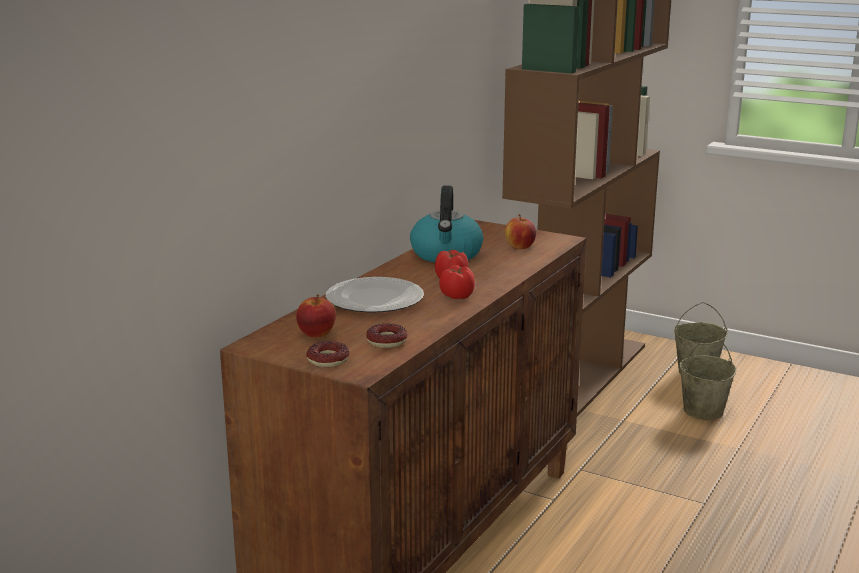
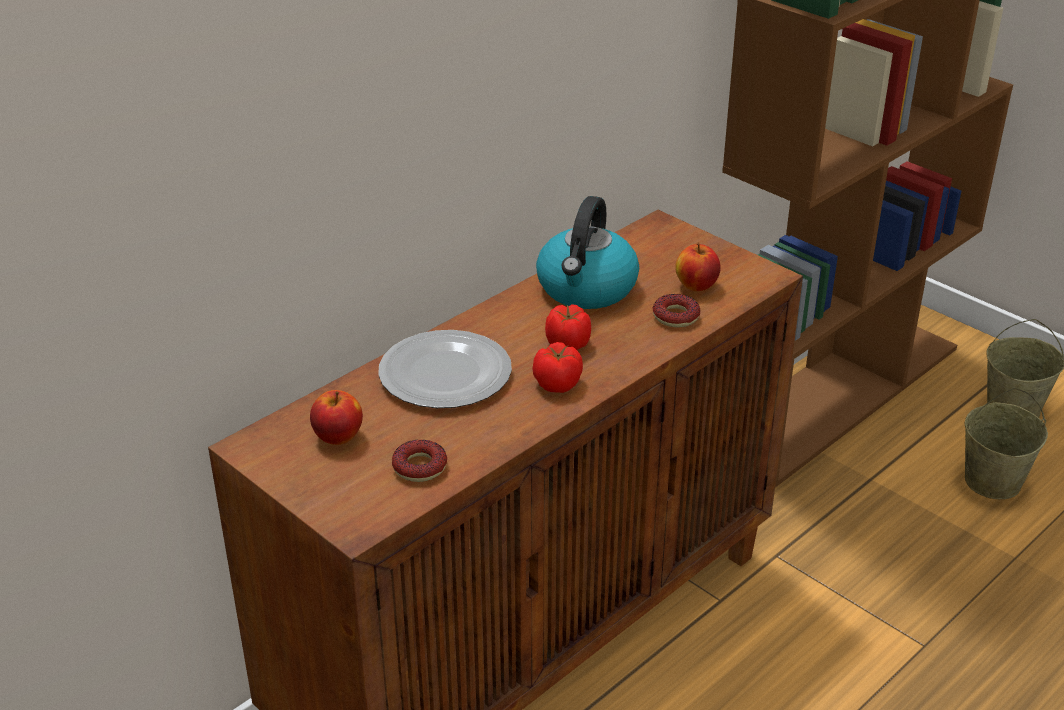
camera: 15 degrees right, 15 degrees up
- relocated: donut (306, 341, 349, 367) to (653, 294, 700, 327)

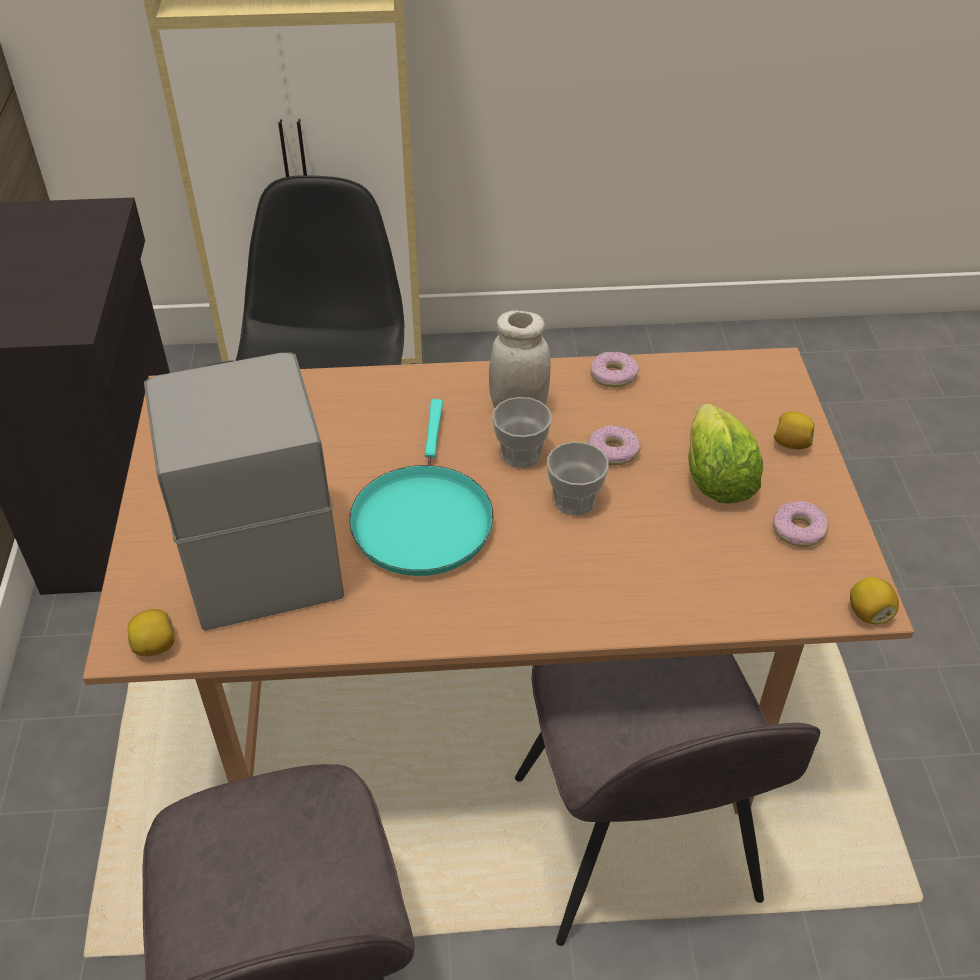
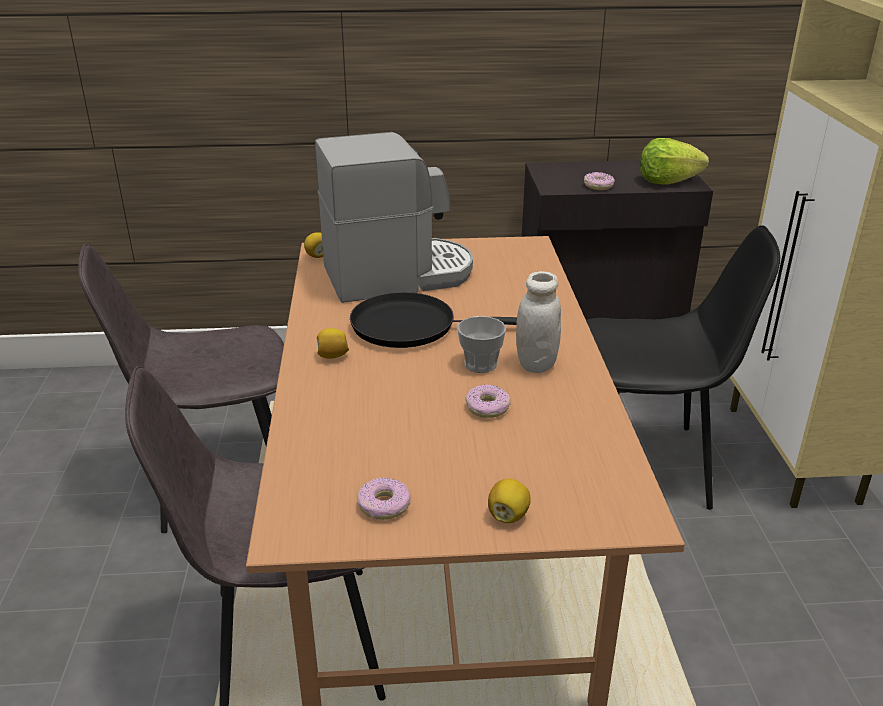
camera: 90 degrees right, 15 degrees down
- missing: cup (547, 442, 609, 516)
- relocated: donut (590, 352, 639, 388) to (584, 172, 615, 190)
- relocated: lettuce (688, 404, 763, 504) to (640, 138, 709, 185)
- relocated: lemon (850, 577, 899, 624) to (317, 328, 349, 359)
- colour: turquoise frying pan (349, 399, 494, 576) to black frying pan (350, 292, 517, 348)

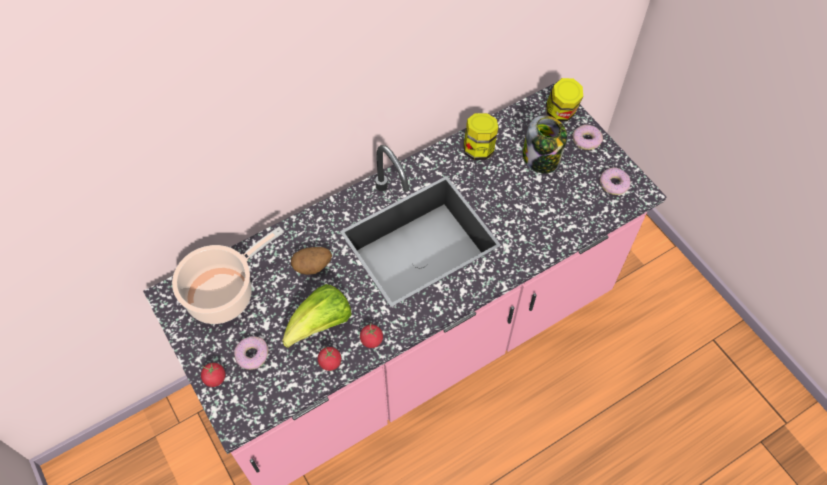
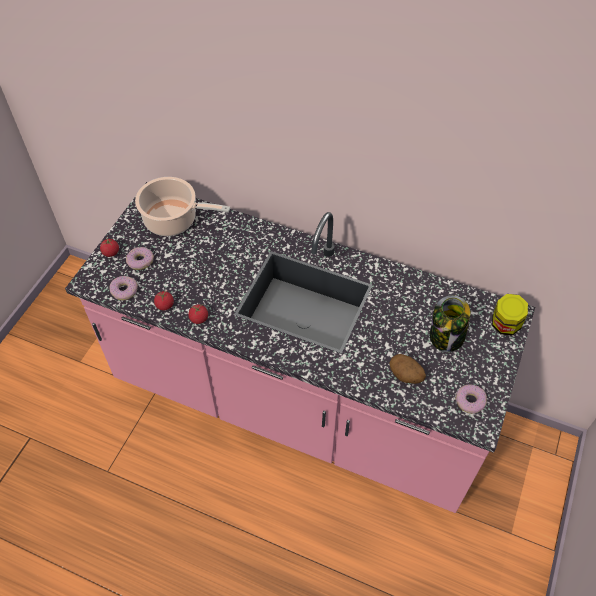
camera: 55 degrees right, 5 degrees down
- missing: lettuce (282, 284, 352, 348)
- missing: jar (464, 113, 498, 160)
- relocated: potato (291, 247, 332, 275) to (389, 354, 426, 384)
- relocated: donut (573, 125, 603, 150) to (110, 276, 138, 300)

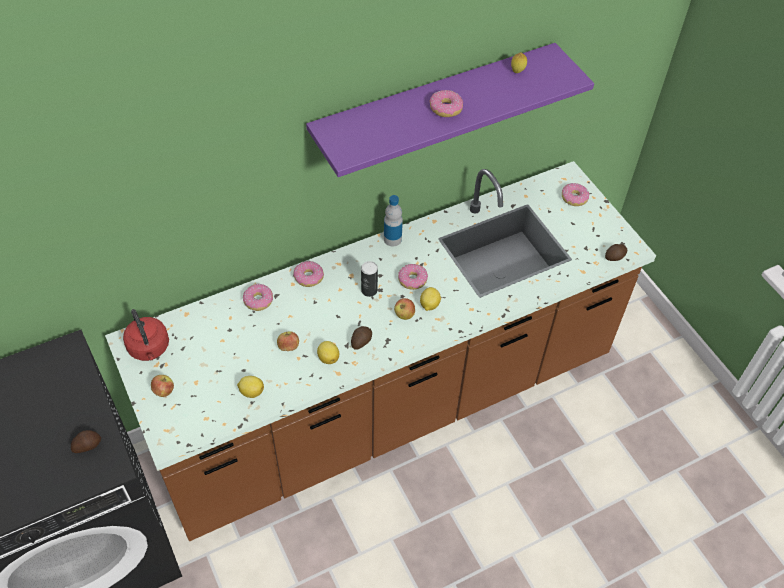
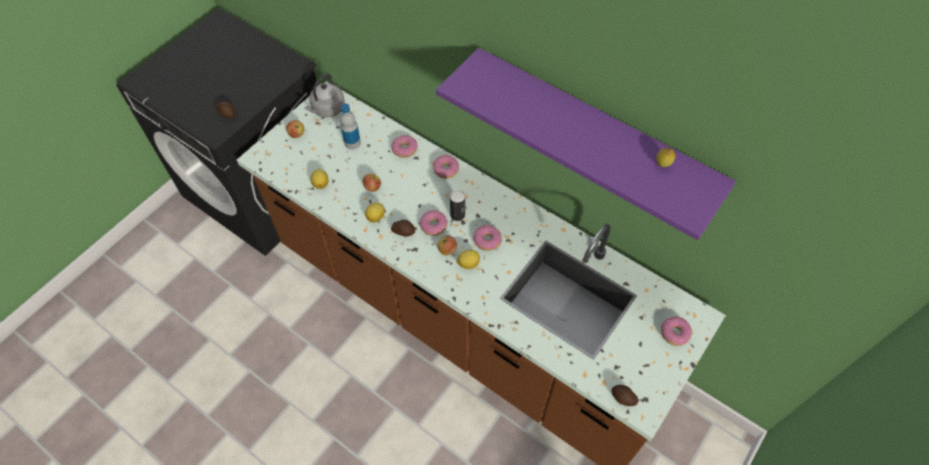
camera: 65 degrees right, 5 degrees up
- relocated: bottle (384, 195, 403, 247) to (340, 103, 361, 149)
- relocated: donut (429, 90, 463, 117) to (420, 210, 448, 236)
- colour: red kettle (123, 309, 169, 361) to grey kettle (304, 73, 345, 117)

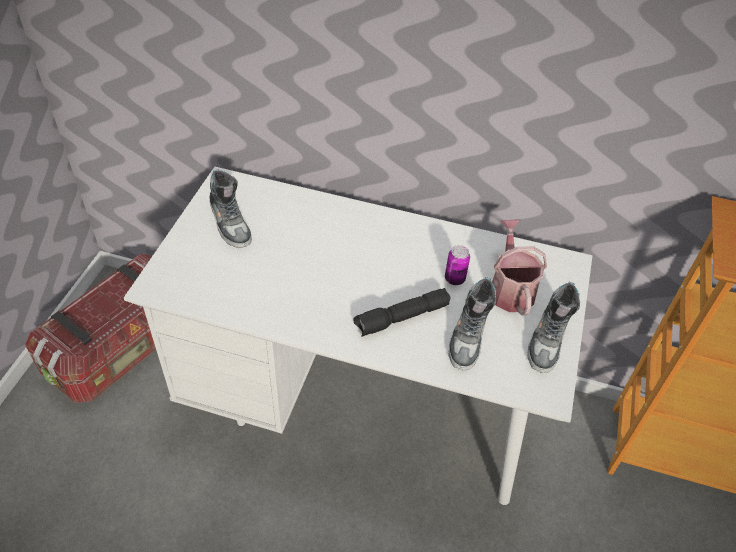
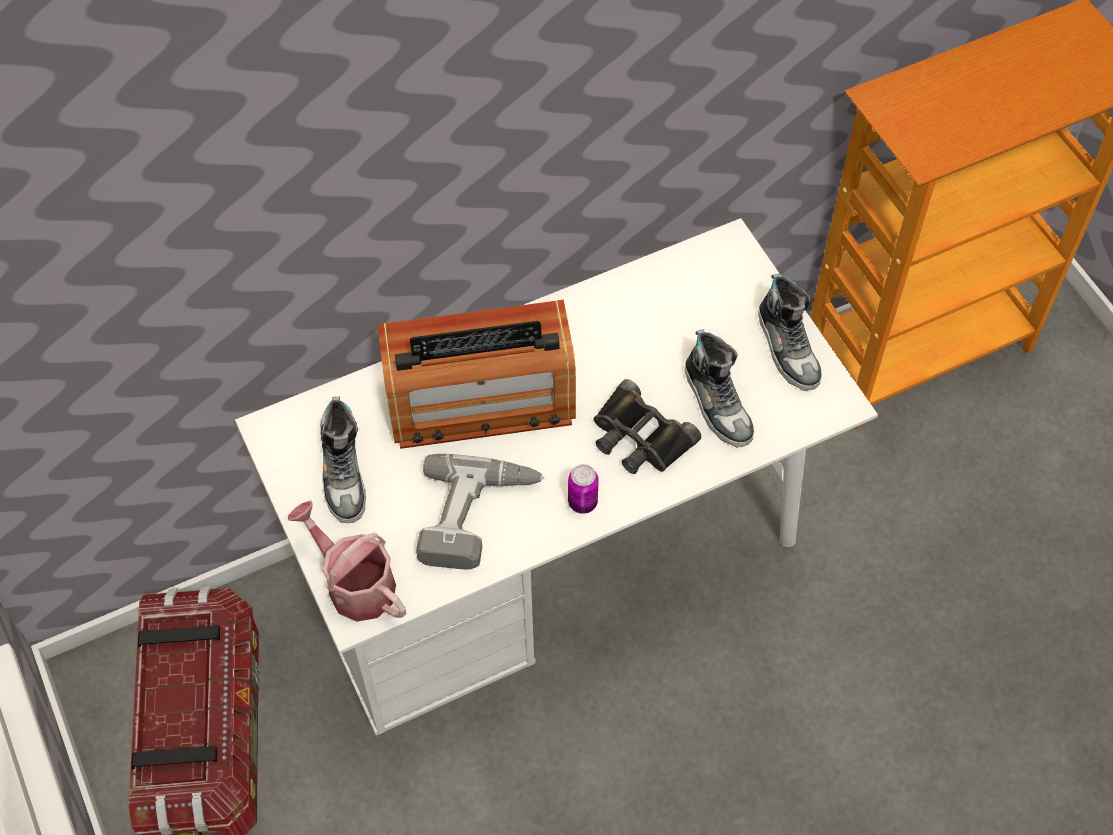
camera: 40 degrees left, 10 degrees up
- appeared: radio (377, 300, 576, 449)
- appeared: power drill (416, 454, 544, 570)
- relocated: can (445, 245, 470, 285) to (568, 464, 599, 514)
- relocated: watering can (492, 219, 547, 316) to (288, 501, 406, 622)
- exchanged: black flashlight (354, 288, 451, 337) to black binoculars (593, 379, 701, 474)
- spun: shoe (209, 170, 252, 248) = (320, 397, 366, 523) 60 degrees clockwise

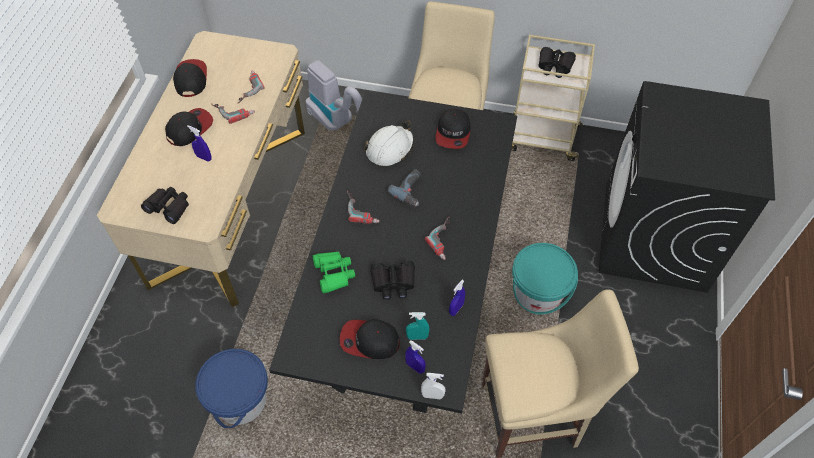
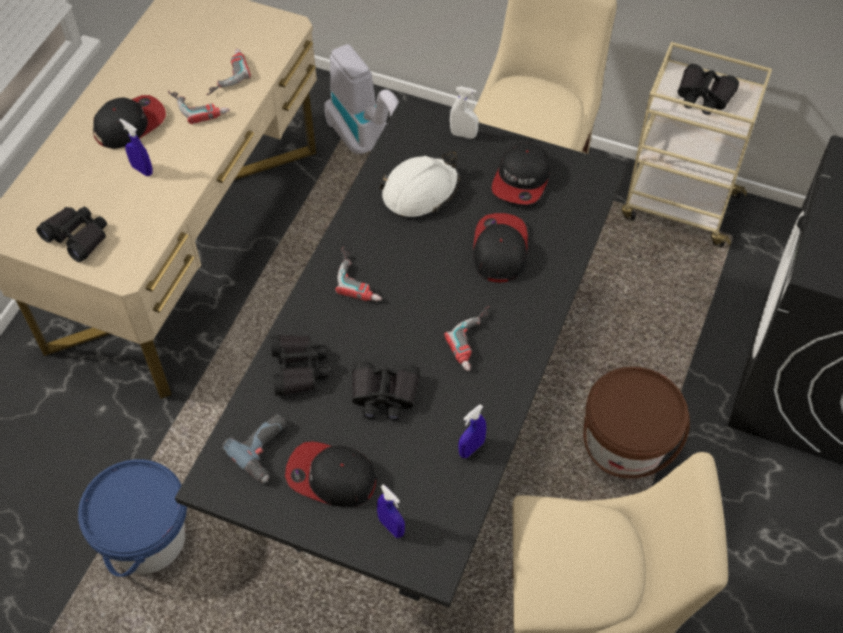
camera: 10 degrees right, 0 degrees up
- missing: turquoise spray bottle (406, 312, 429, 340)
- relocated: cap (173, 59, 207, 97) to (473, 213, 528, 282)
- relocated: power drill (387, 169, 421, 207) to (222, 414, 286, 483)
- relocated: white spray bottle (421, 373, 446, 399) to (450, 87, 479, 139)
- colour: green binoculars (313, 251, 355, 293) to black binoculars (270, 335, 328, 396)
- colour: turquoise bucket (512, 243, 578, 314) to brown bucket (583, 367, 690, 479)

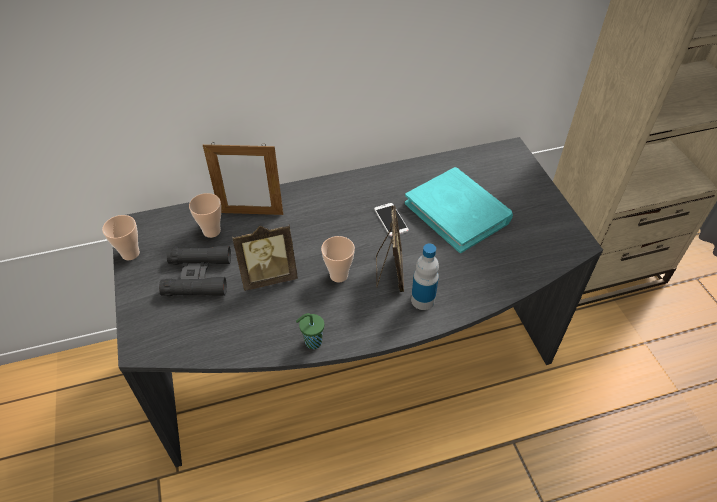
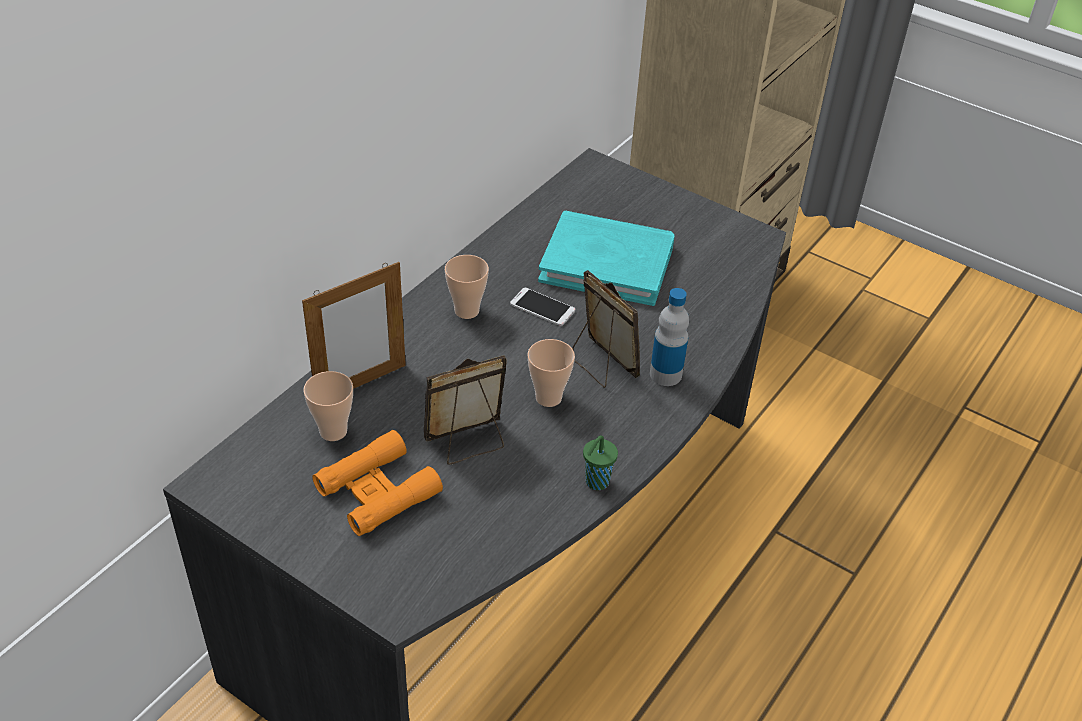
camera: 40 degrees left, 5 degrees down
- relocated: cup (102, 215, 140, 260) to (445, 255, 489, 319)
- colour: black binoculars (159, 246, 231, 296) to orange binoculars (312, 430, 443, 536)
- spun: picture frame (232, 225, 298, 291) = (424, 355, 507, 465) 150 degrees counterclockwise

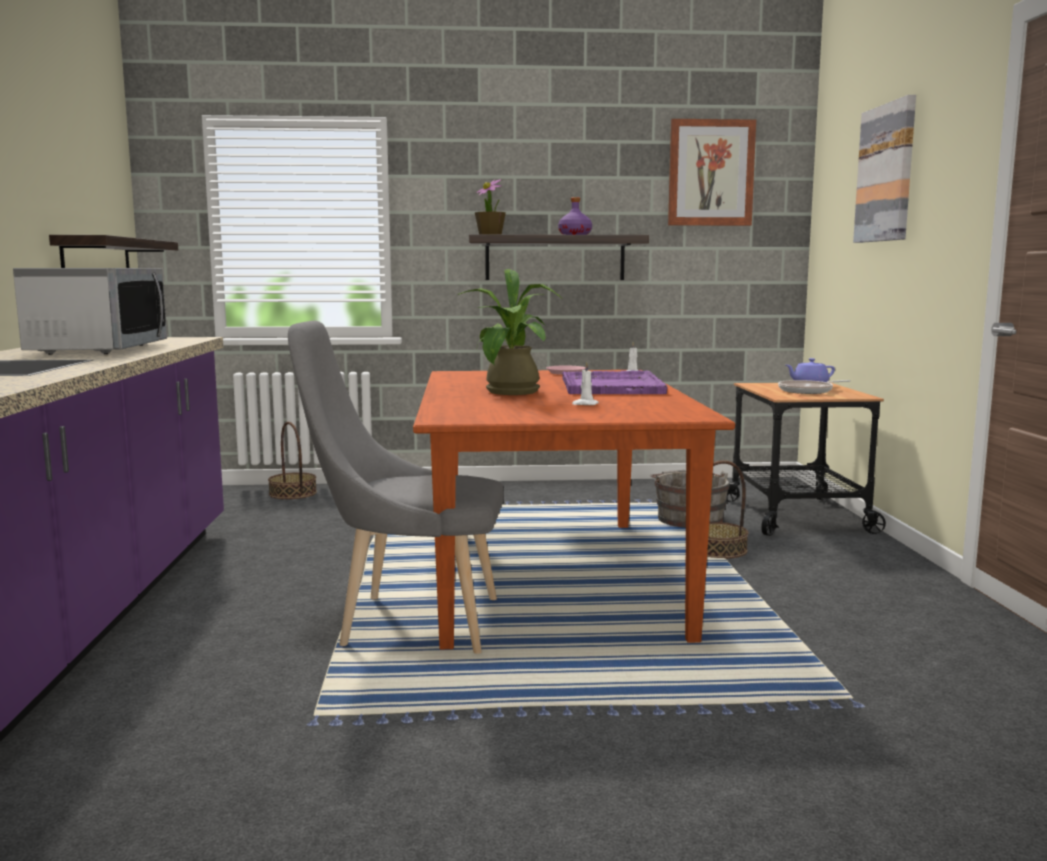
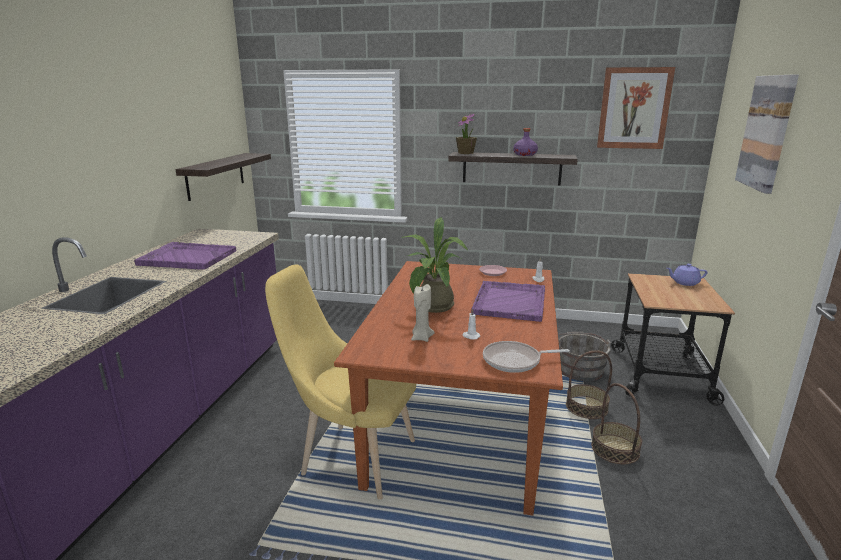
camera: 15 degrees right, 10 degrees up
- appeared: beige candle (411, 284, 434, 342)
- relocated: basket (268, 422, 317, 499) to (591, 383, 642, 464)
- relocated: frying pan (778, 380, 851, 394) to (483, 341, 570, 373)
- exchanged: microwave (13, 268, 167, 355) to purple tray (134, 242, 236, 270)
- colour: grey chair (288, 321, 504, 654) to yellow chair (265, 264, 416, 500)

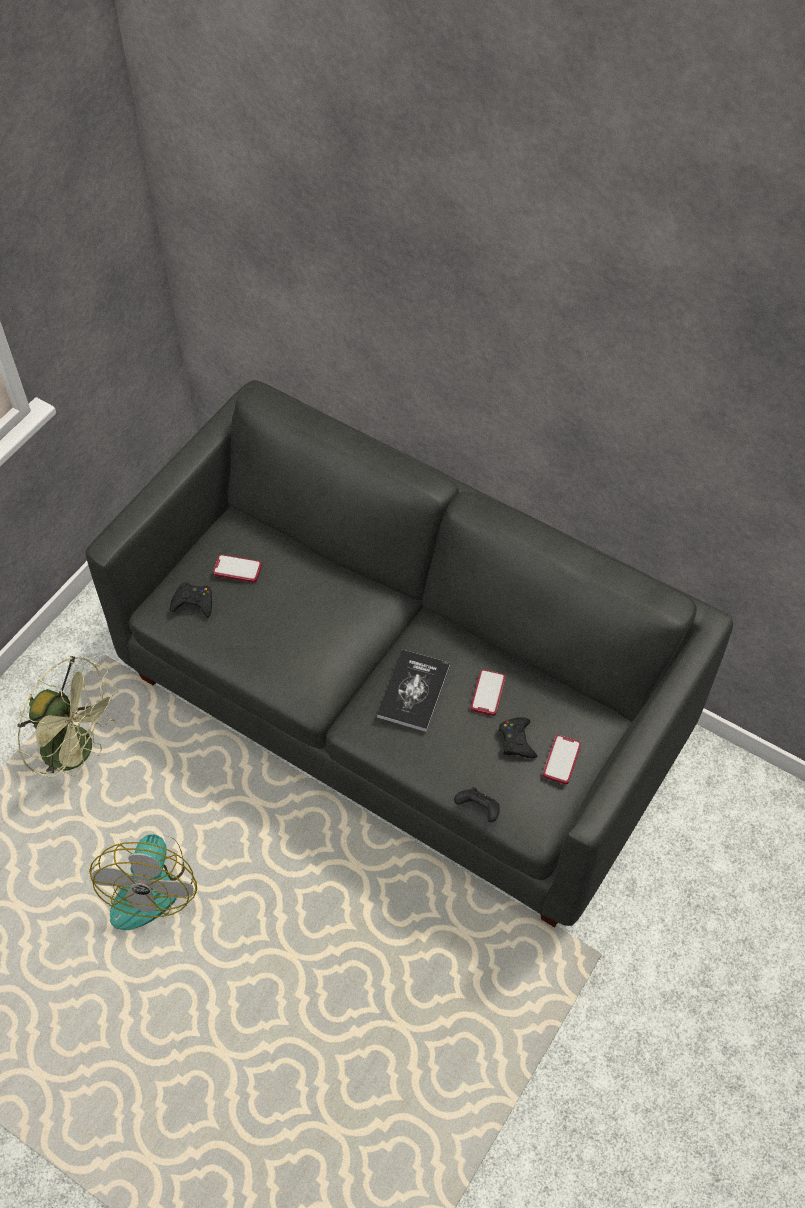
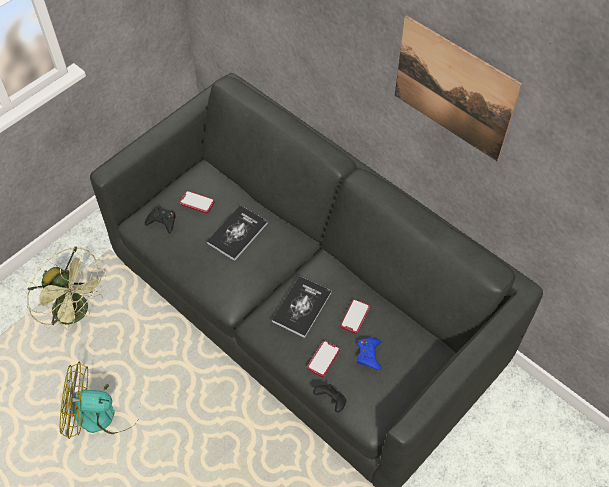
camera: 10 degrees right, 0 degrees up
- appeared: book (206, 205, 268, 261)
- appeared: picture (395, 15, 522, 161)
- relocated: phone (543, 735, 581, 784) to (307, 340, 340, 377)
- colour: black game controller (499, 717, 537, 758) to blue game controller (357, 338, 382, 370)
- spun: fan (89, 834, 197, 930) = (60, 361, 139, 439) 75 degrees clockwise

